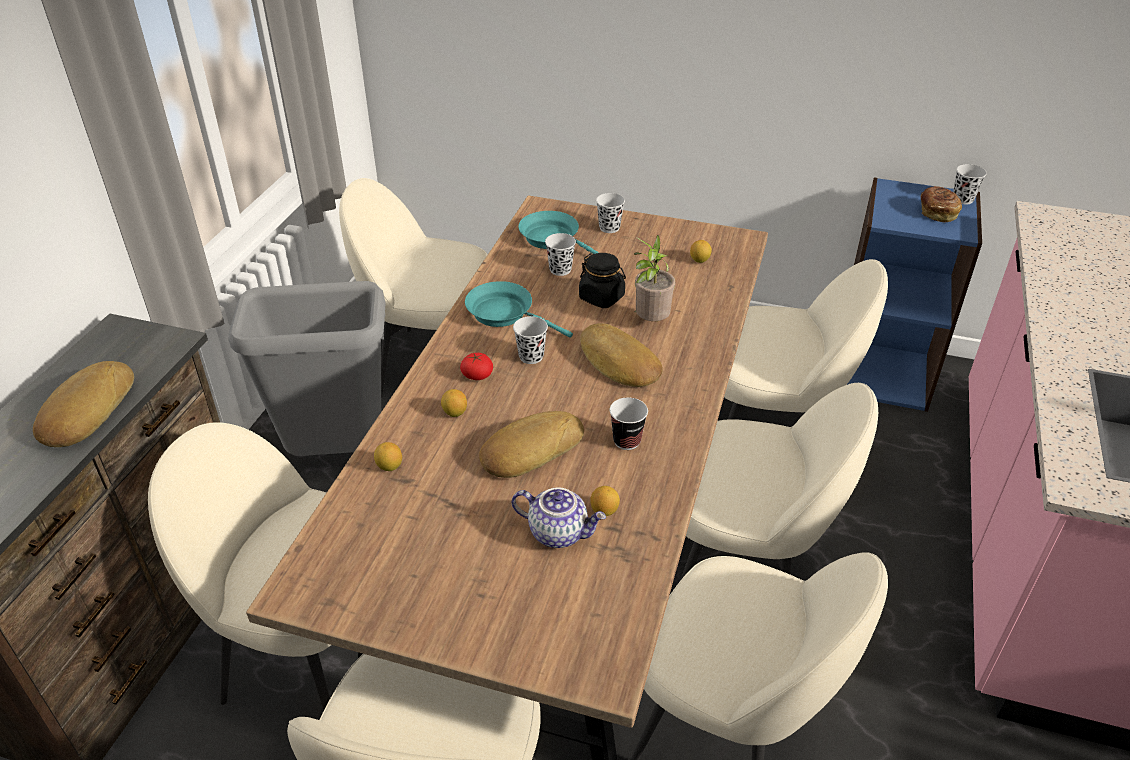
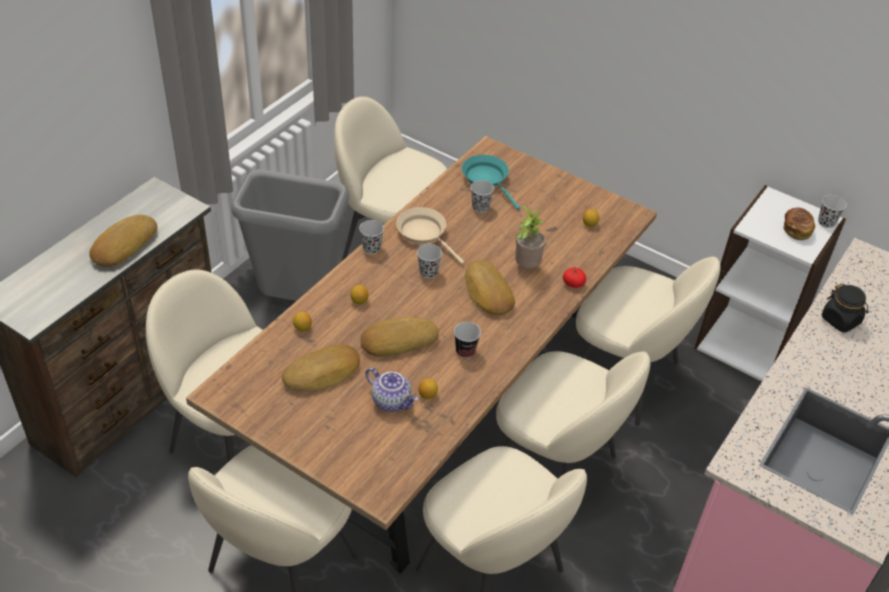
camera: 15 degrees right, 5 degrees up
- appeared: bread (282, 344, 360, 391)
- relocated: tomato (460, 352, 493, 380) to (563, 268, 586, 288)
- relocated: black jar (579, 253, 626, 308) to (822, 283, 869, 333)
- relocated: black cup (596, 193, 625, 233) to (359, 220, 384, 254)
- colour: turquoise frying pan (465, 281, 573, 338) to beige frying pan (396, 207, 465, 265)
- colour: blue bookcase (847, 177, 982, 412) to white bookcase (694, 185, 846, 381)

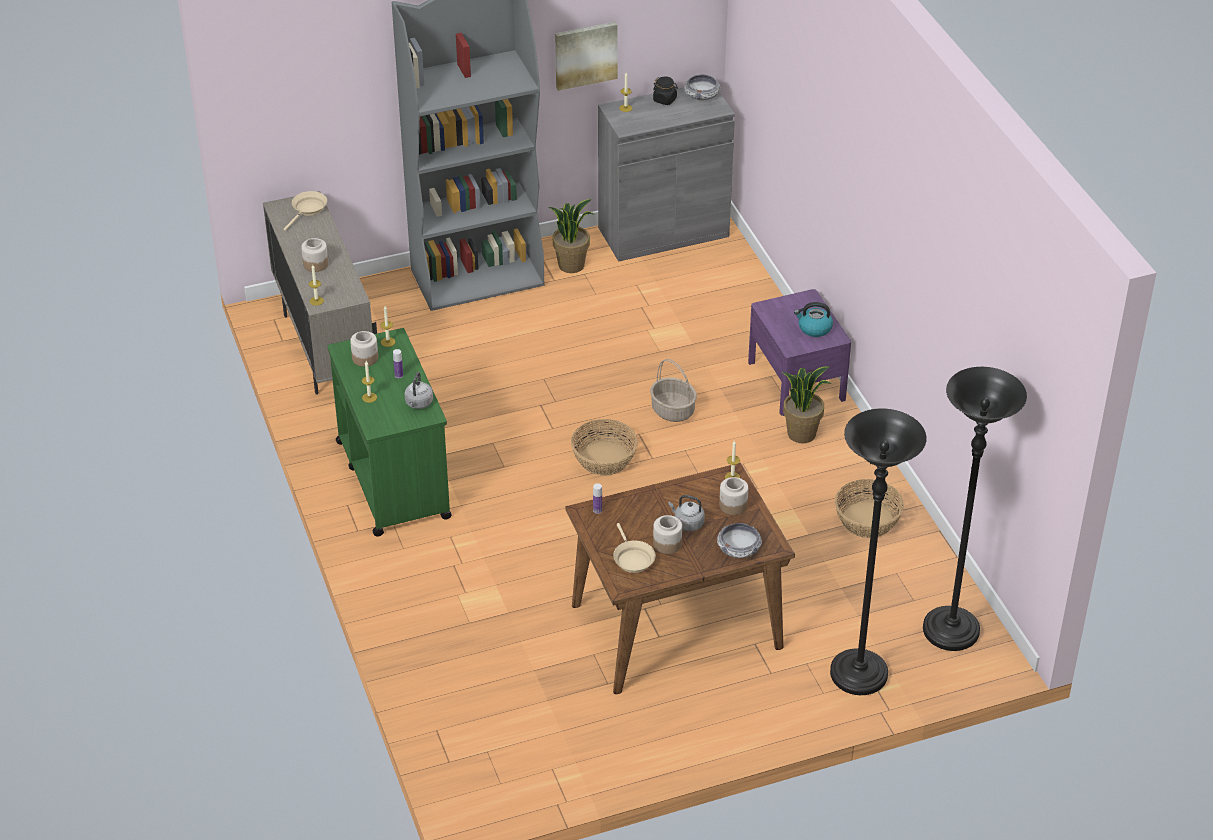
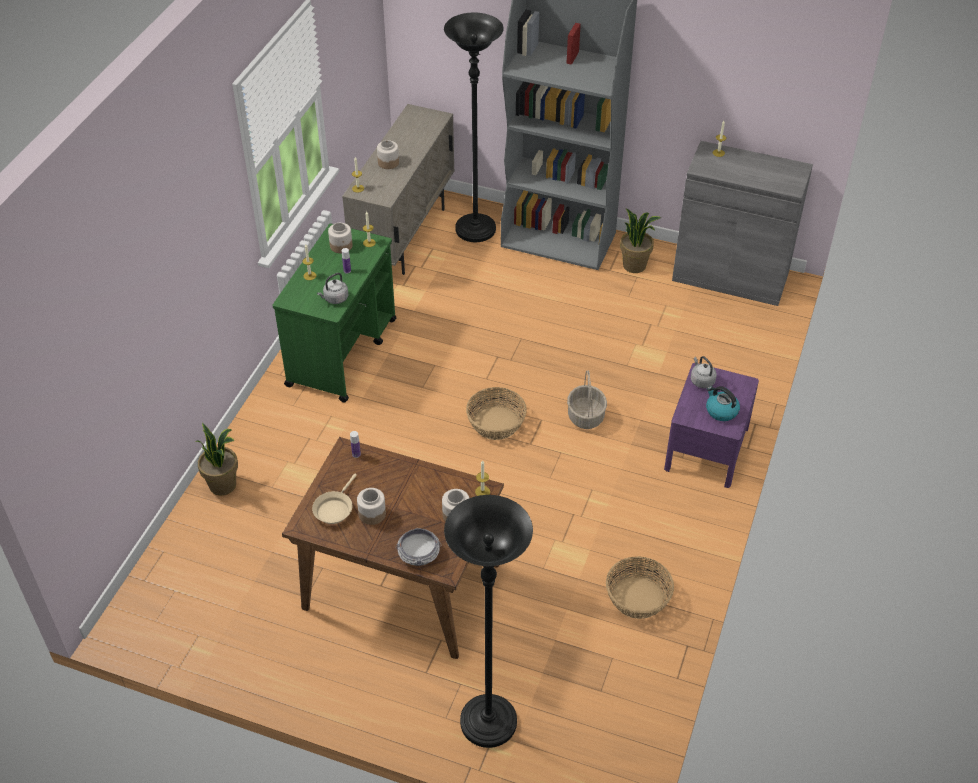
camera: 40 degrees right, 5 degrees up
- missing: beige frying pan (283, 191, 327, 231)
- missing: picture (555, 22, 618, 91)
- missing: black jar (653, 76, 678, 105)
- missing: bowl (684, 75, 721, 100)
- relocated: grey kettle (668, 495, 705, 531) to (691, 356, 717, 388)
- relocated: potted plant (782, 367, 832, 443) to (195, 423, 238, 496)
- relocated: black floor lamp (923, 367, 1027, 651) to (444, 13, 504, 242)

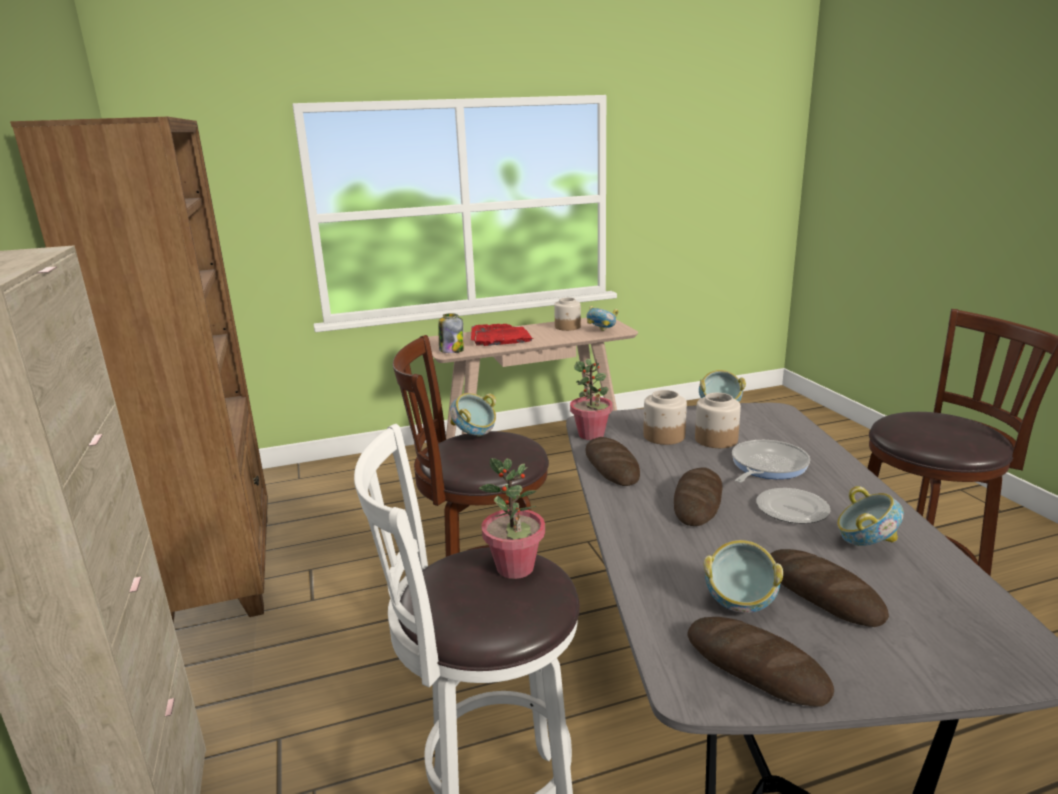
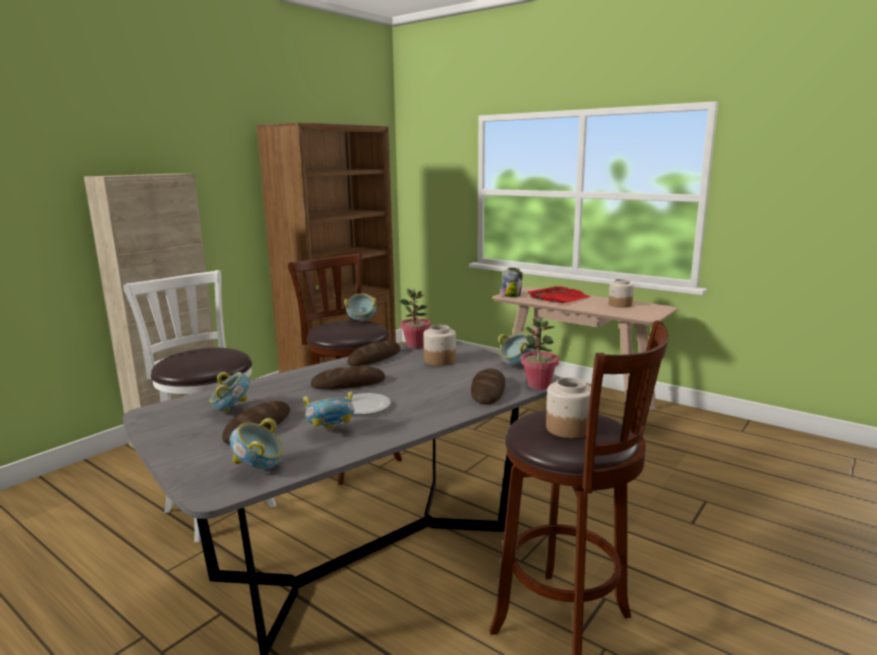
camera: 55 degrees right, 5 degrees down
- missing: frying pan (732, 440, 810, 483)
- relocated: potted plant (478, 458, 545, 579) to (521, 315, 559, 390)
- relocated: bowl (586, 306, 619, 331) to (230, 418, 283, 469)
- relocated: bread (687, 617, 834, 707) to (471, 368, 505, 405)
- relocated: jar (695, 393, 741, 448) to (546, 377, 591, 438)

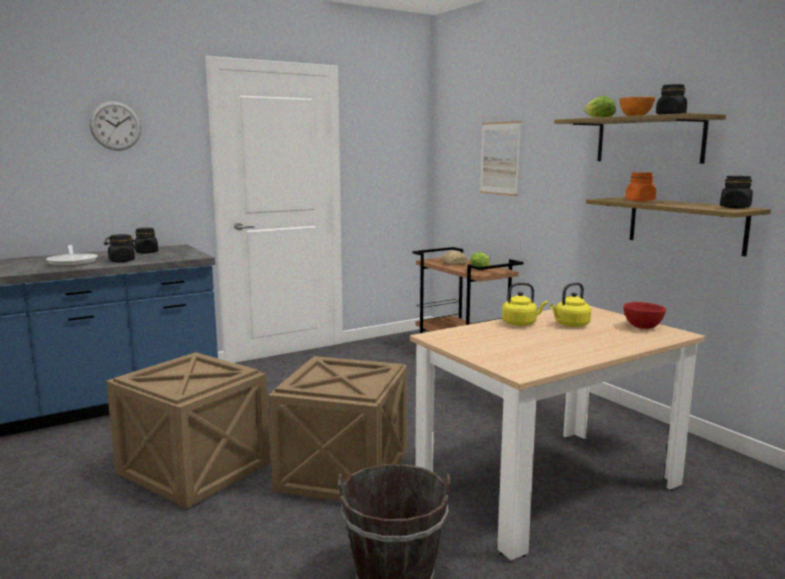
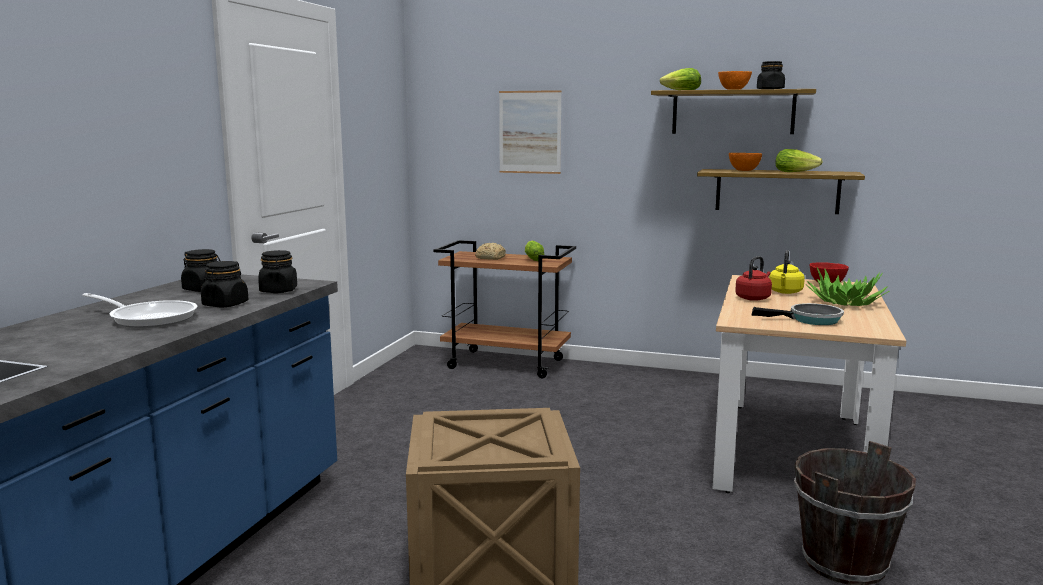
camera: 40 degrees left, 0 degrees up
- missing: wall clock (90, 101, 141, 151)
- missing: crate (268, 356, 407, 502)
- appeared: frying pan (752, 303, 844, 325)
- appeared: lettuce (775, 149, 823, 172)
- appeared: potted plant (806, 267, 889, 306)
- relocated: black jar (720, 176, 753, 209) to (258, 250, 297, 293)
- exchanged: orange jar (625, 172, 656, 201) to orange bowl (729, 153, 762, 171)
- colour: yellow kettle (502, 283, 548, 326) to red kettle (735, 256, 772, 301)

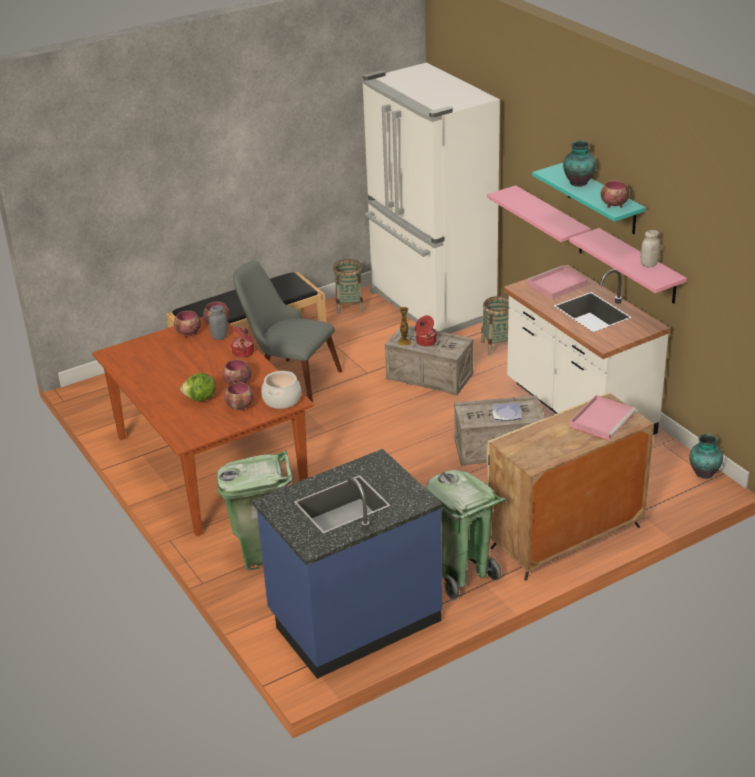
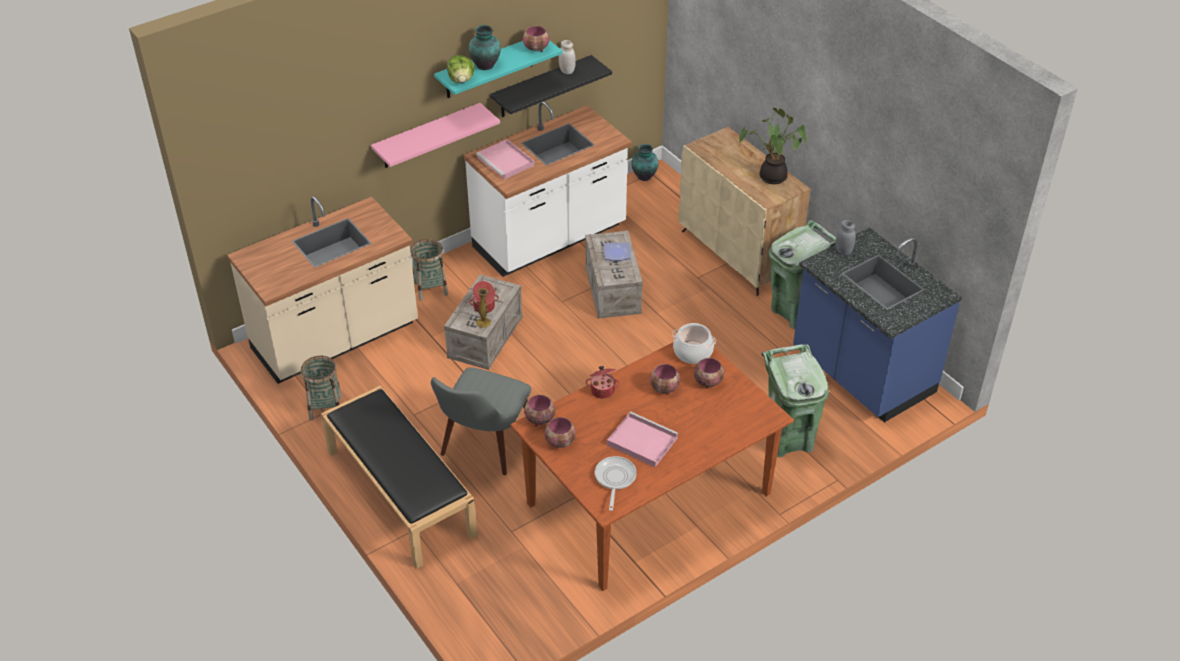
camera: 95 degrees left, 10 degrees up
- appeared: frying pan (595, 456, 637, 511)
- appeared: potted plant (739, 108, 807, 184)
- relocated: lettuce (180, 373, 216, 401) to (447, 55, 475, 83)
- relocated: grey jar (209, 305, 228, 340) to (835, 220, 856, 256)
- relocated: pink tray (570, 395, 636, 441) to (607, 412, 679, 467)
- exchanged: white fridge (362, 62, 500, 334) to beige counter (227, 196, 418, 384)
- colour: pink shelf (569, 228, 687, 304) to black shelf (490, 55, 612, 117)

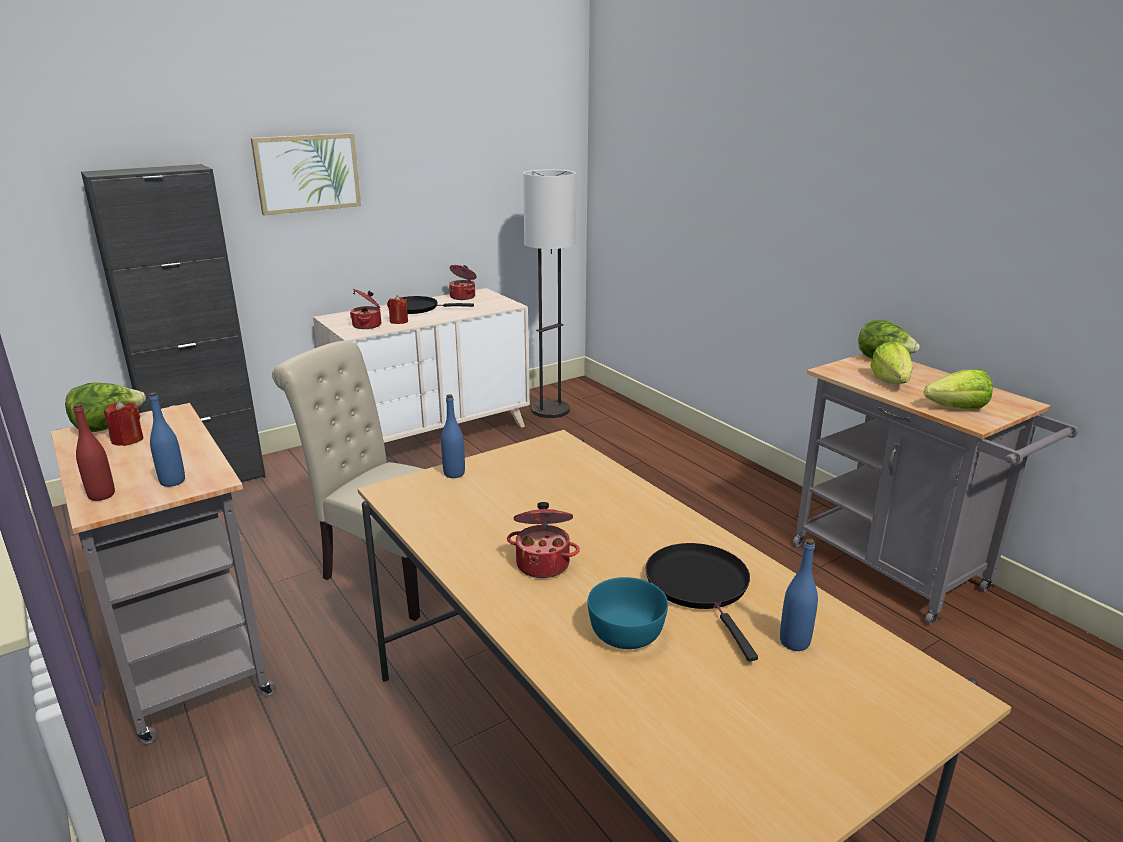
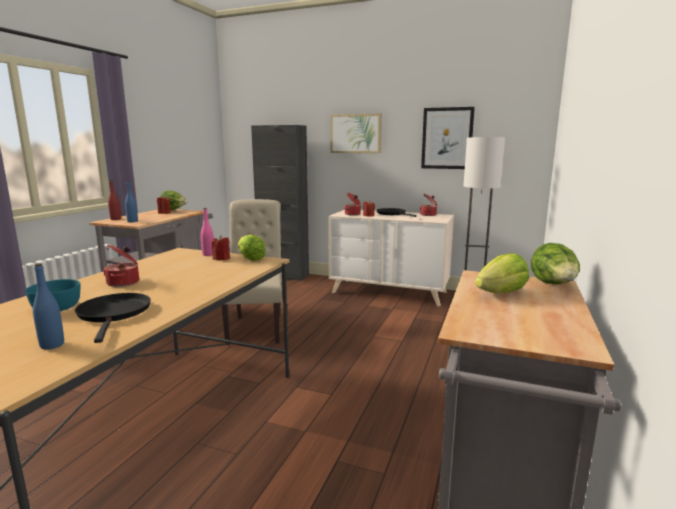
camera: 55 degrees right, 10 degrees down
- appeared: red candle (212, 235, 230, 261)
- appeared: picture (421, 107, 475, 169)
- relocated: lettuce (924, 369, 993, 409) to (238, 234, 266, 261)
- colour: blue bottle (441, 394, 465, 478) to pink bottle (201, 208, 214, 256)
- spun: black frying pan (646, 543, 758, 661) = (75, 293, 151, 343) 60 degrees counterclockwise

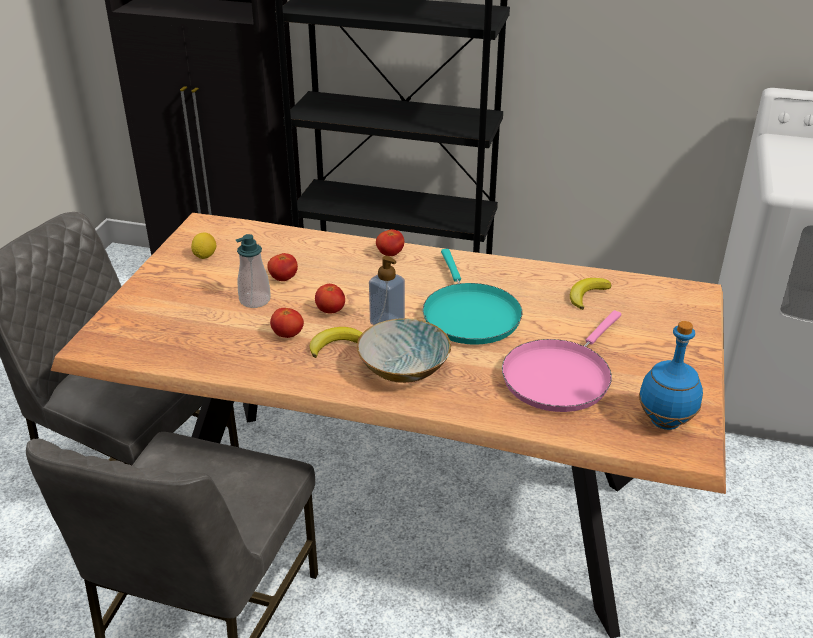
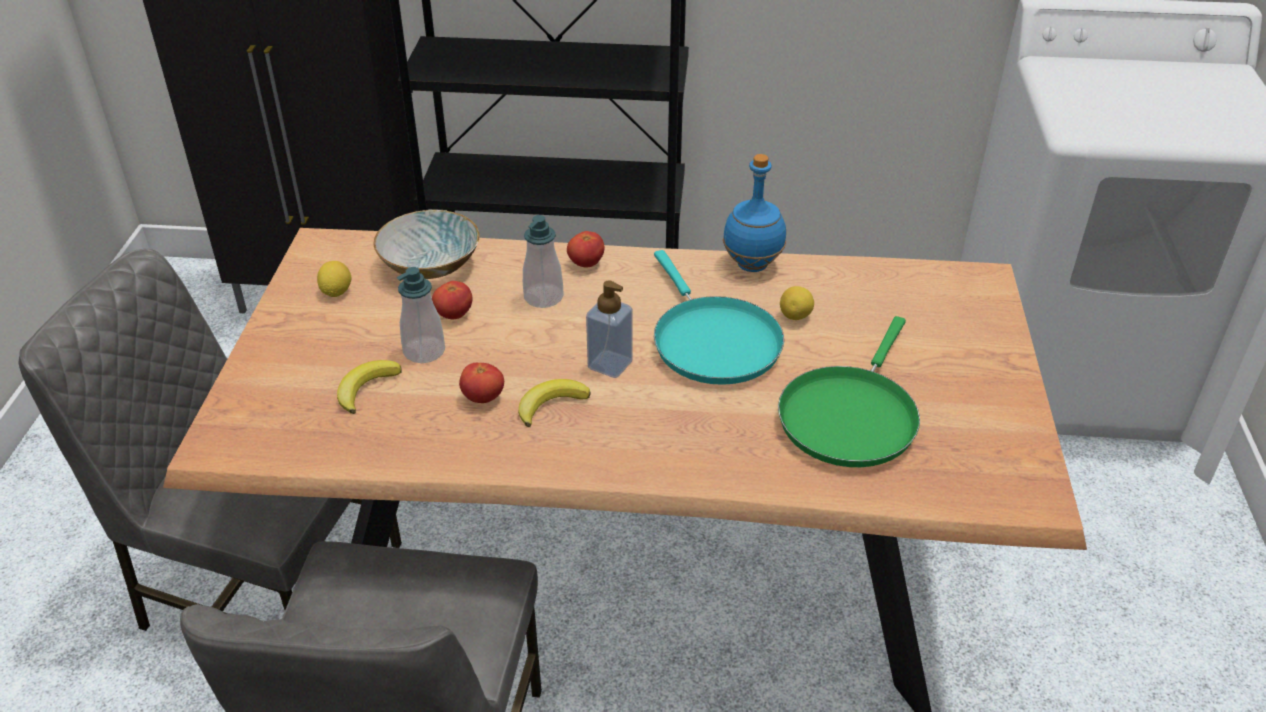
camera: 10 degrees left, 5 degrees up
- missing: tomato (315, 284, 345, 313)
- appeared: soap dispenser (523, 215, 564, 308)
- appeared: lemon (780, 286, 814, 320)
- relocated: bowl (357, 318, 451, 383) to (373, 210, 480, 279)
- relocated: banana (570, 278, 612, 310) to (337, 360, 402, 414)
- relocated: blue bottle (639, 321, 703, 430) to (723, 154, 786, 272)
- colour: pink frying pan (502, 310, 621, 412) to green frying pan (778, 316, 920, 467)

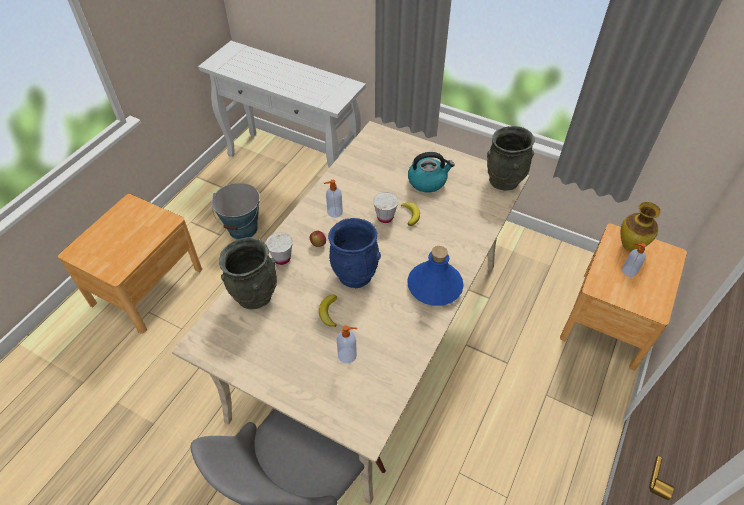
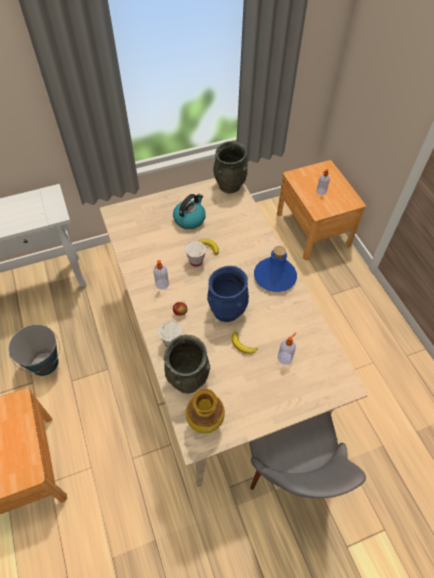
camera: 50 degrees left, 5 degrees up
- relocated: vase (621, 202, 661, 251) to (186, 389, 225, 434)

